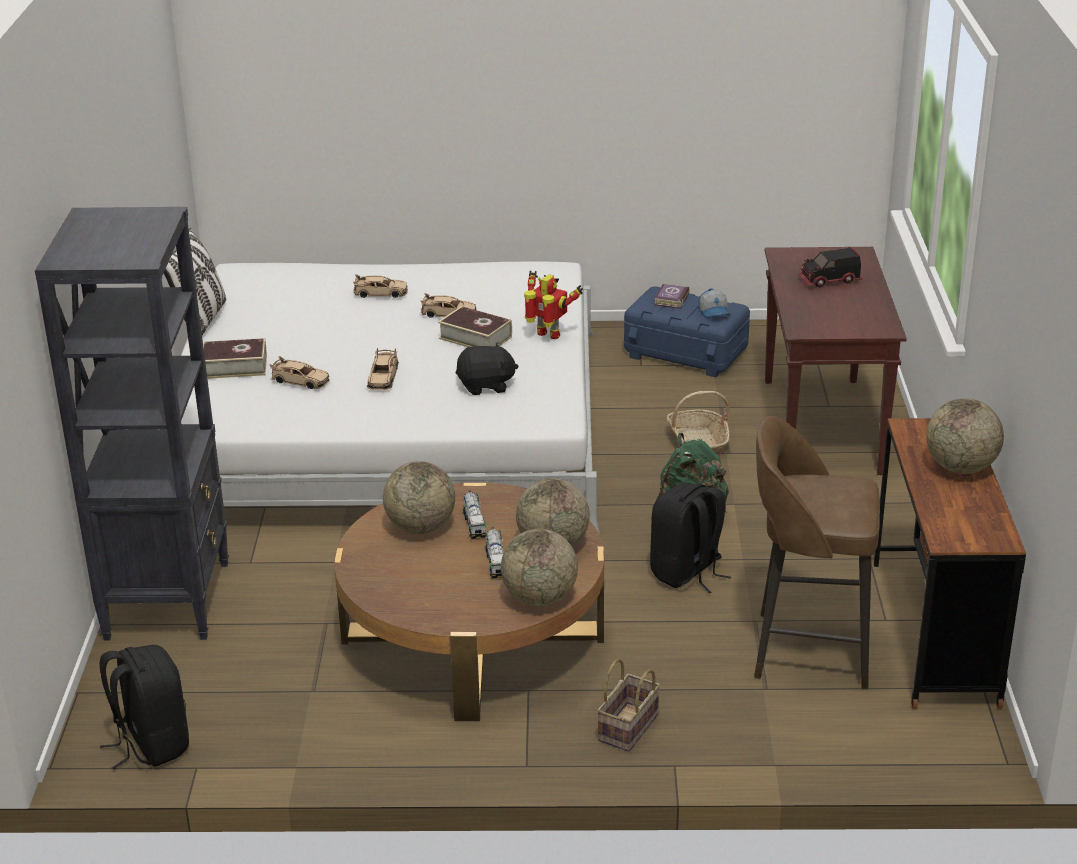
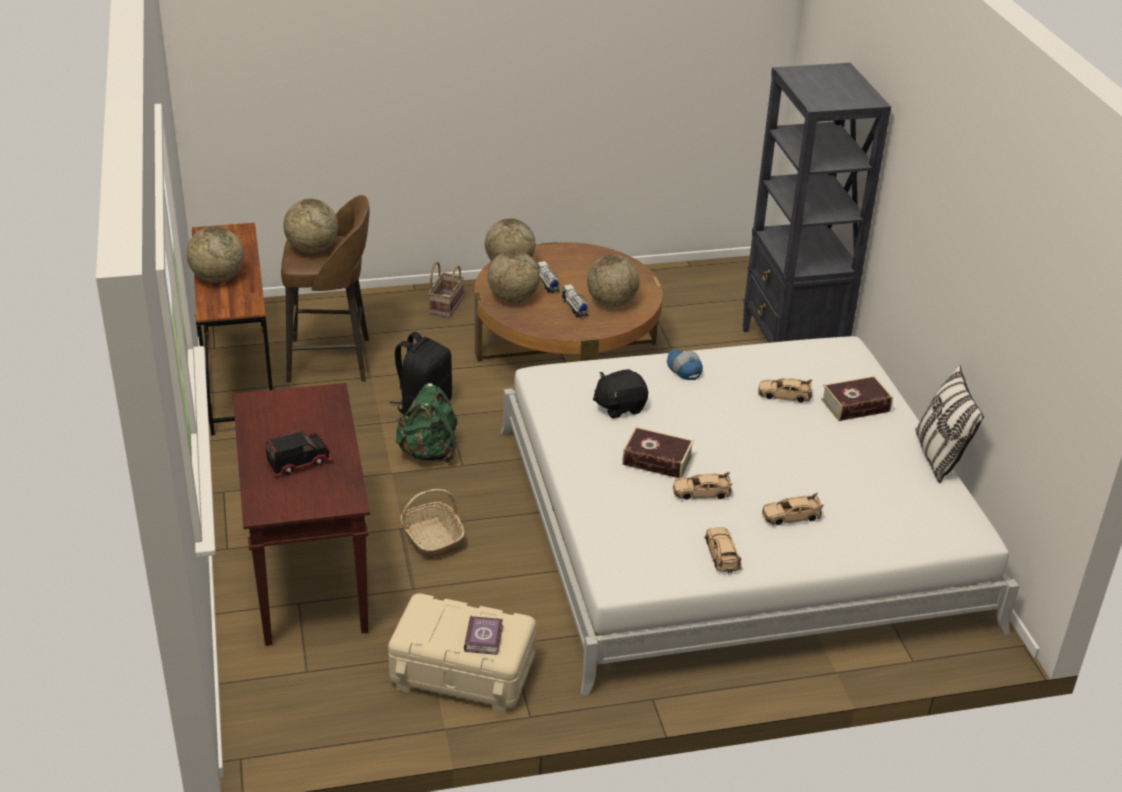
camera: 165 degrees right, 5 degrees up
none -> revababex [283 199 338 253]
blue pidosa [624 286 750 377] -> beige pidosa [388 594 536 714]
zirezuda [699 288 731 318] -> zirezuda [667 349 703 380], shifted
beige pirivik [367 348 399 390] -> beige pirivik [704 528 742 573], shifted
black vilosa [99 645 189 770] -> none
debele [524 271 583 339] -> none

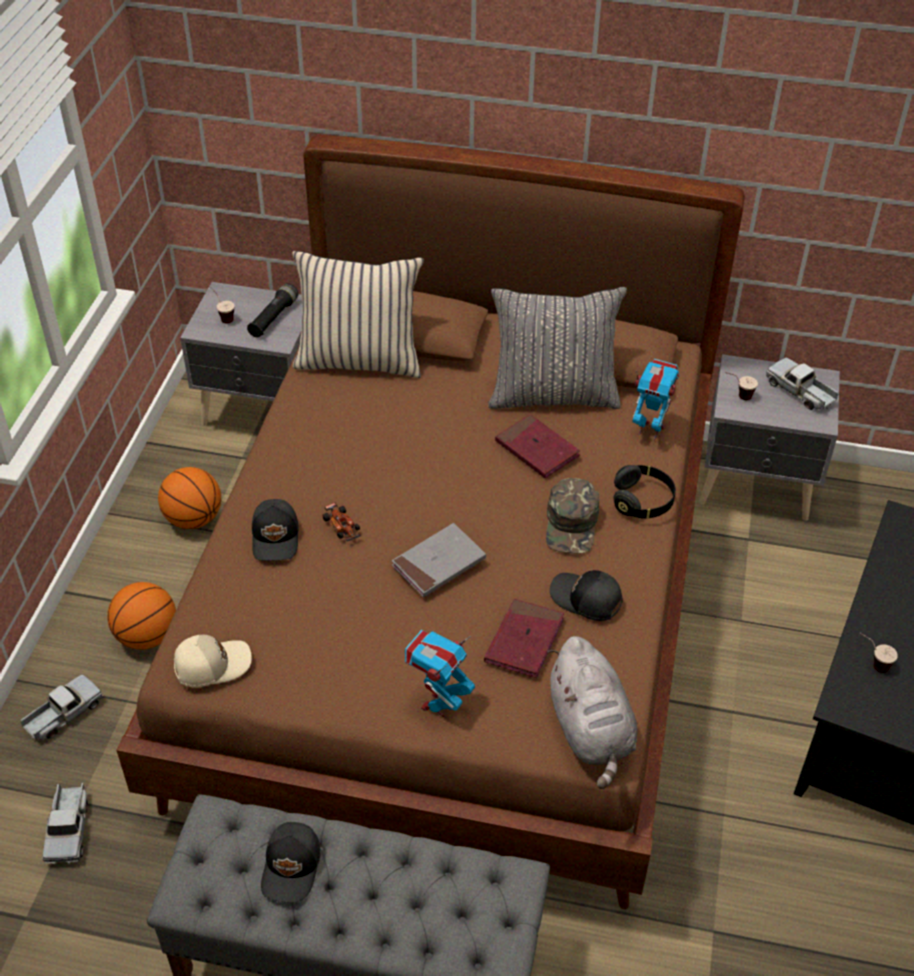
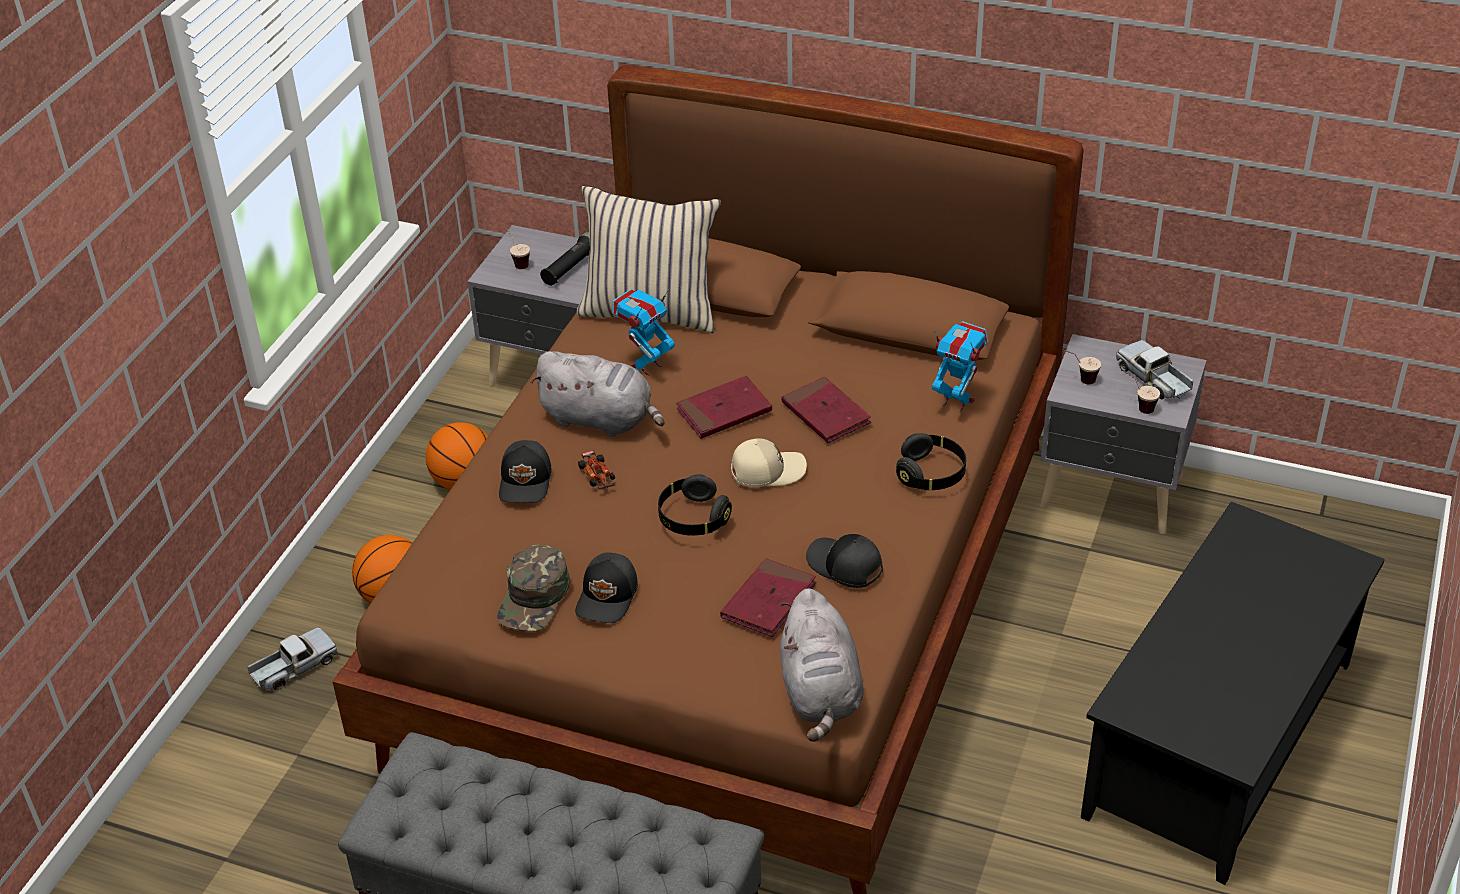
camera: 10 degrees right, 5 degrees down
green zirezuda [546 478 599 554] -> green zirezuda [497 545 570 631], shifted
none -> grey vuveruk [531 351 664 437]
black zirezuda [261 822 321 903] -> black zirezuda [575 552 638 623], shifted
debele [405 630 475 718] -> debele [612 289 675 375], shifted
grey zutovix [392 523 486 598] -> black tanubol [658 474 732 536]
none -> red zutovix [676 376 772 439]
beige zirezuda [174 635 252 688] -> beige zirezuda [731 438 807 487], shifted
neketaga [859 633 898 673] -> neketaga [1124 371 1160 414], shifted
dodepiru [42 782 88 865] -> none
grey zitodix [488 287 627 409] -> none

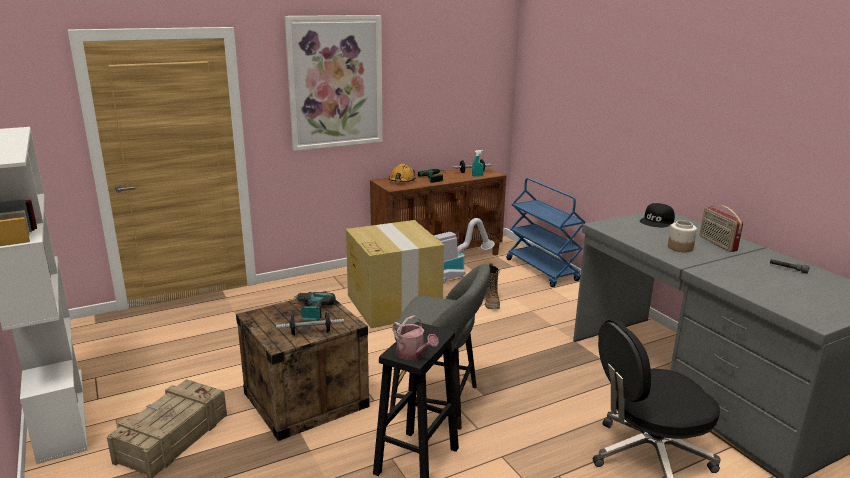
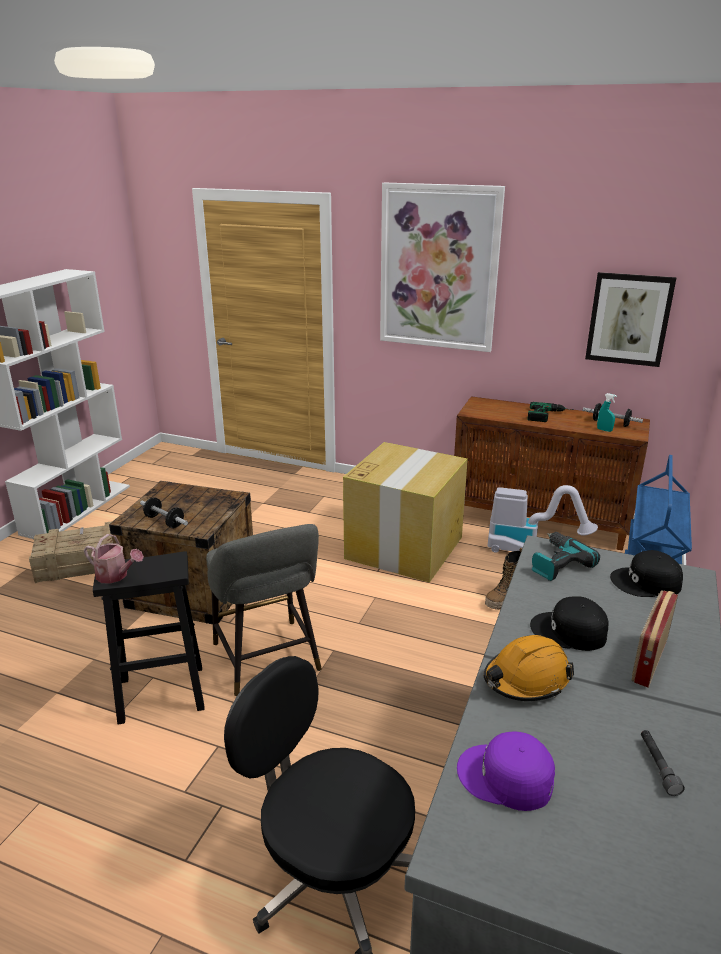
camera: 50 degrees right, 5 degrees up
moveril [392 315 439 360] -> moveril [84 534 144 584], 75 degrees counterclockwise
none -> purple zirezuda [457 732 555 811]
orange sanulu [389 164 416 182] -> orange sanulu [483 635 574 701], shifted
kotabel [668 220 697 252] -> black zirezuda [530 596 609 651]
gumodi [294 292 336 321] -> gumodi [532 532 600 581], shifted
none -> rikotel [585 272 676 367]

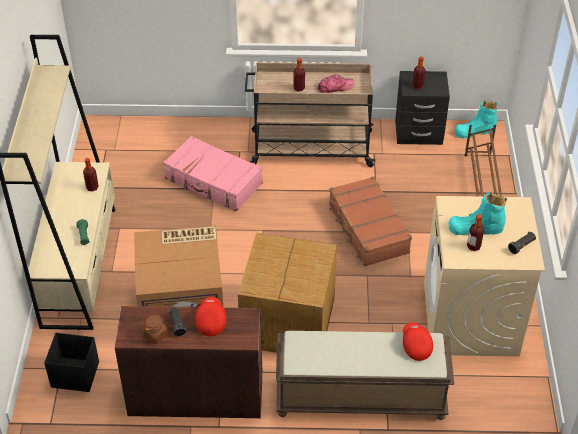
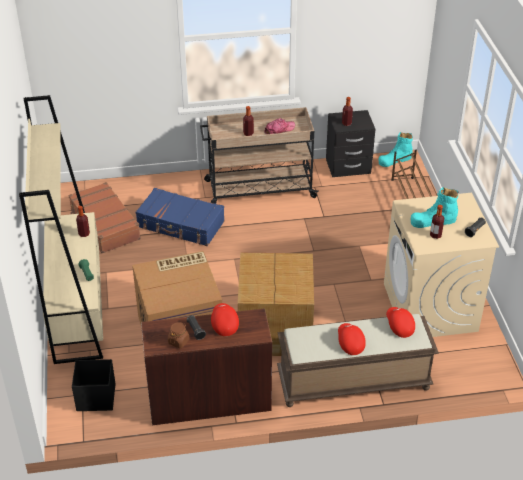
camera: 10 degrees left, 5 degrees down
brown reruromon [329 176 412 266] -> brown reruromon [69 182 141 253], shifted
pink reruromon [163 136 263 211] -> blue reruromon [136 188 225 246]
none -> red zirezuda [338 323 366 355]

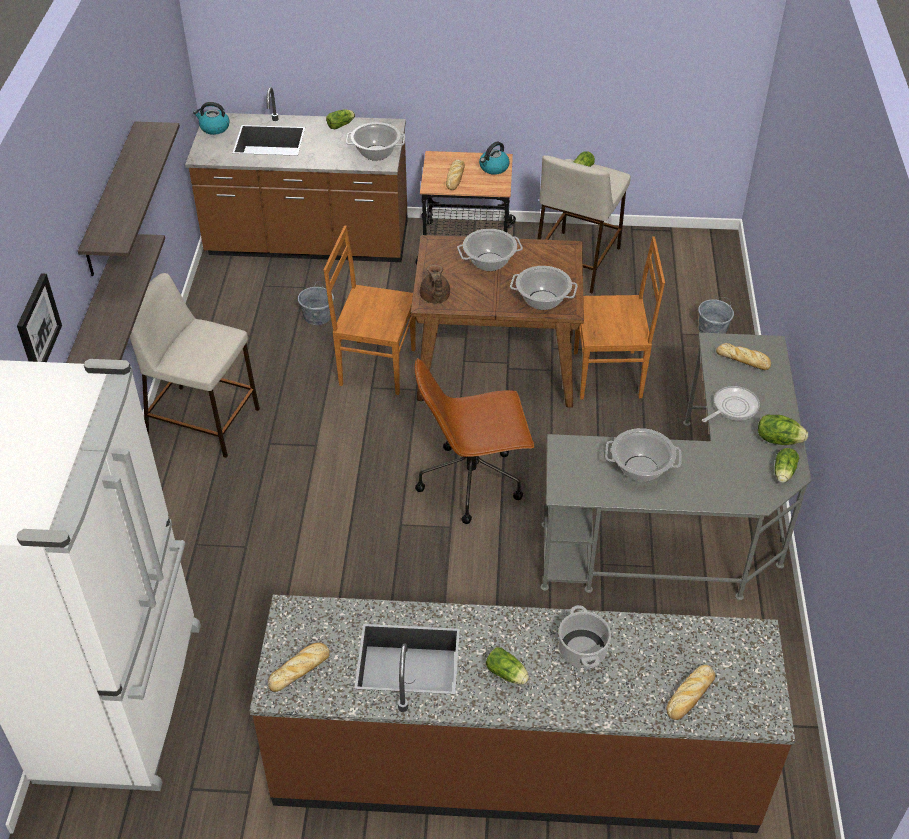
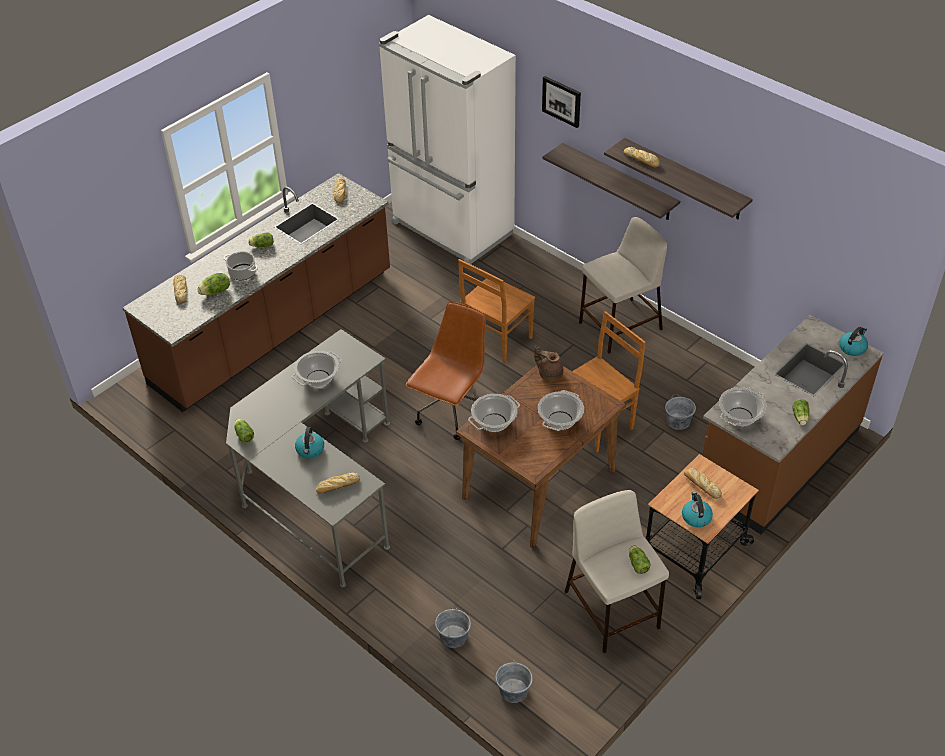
camera: 130 degrees right, 0 degrees up
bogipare [758 415 808 445] -> bogipare [197 273 230 295], shifted
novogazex [702 386 760 422] -> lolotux [295 427 324 458]
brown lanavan [574 236 665 399] -> brown lanavan [458 259 535 364], shifted
none -> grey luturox [495 660 533 703]
none -> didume [624 147 660 168]

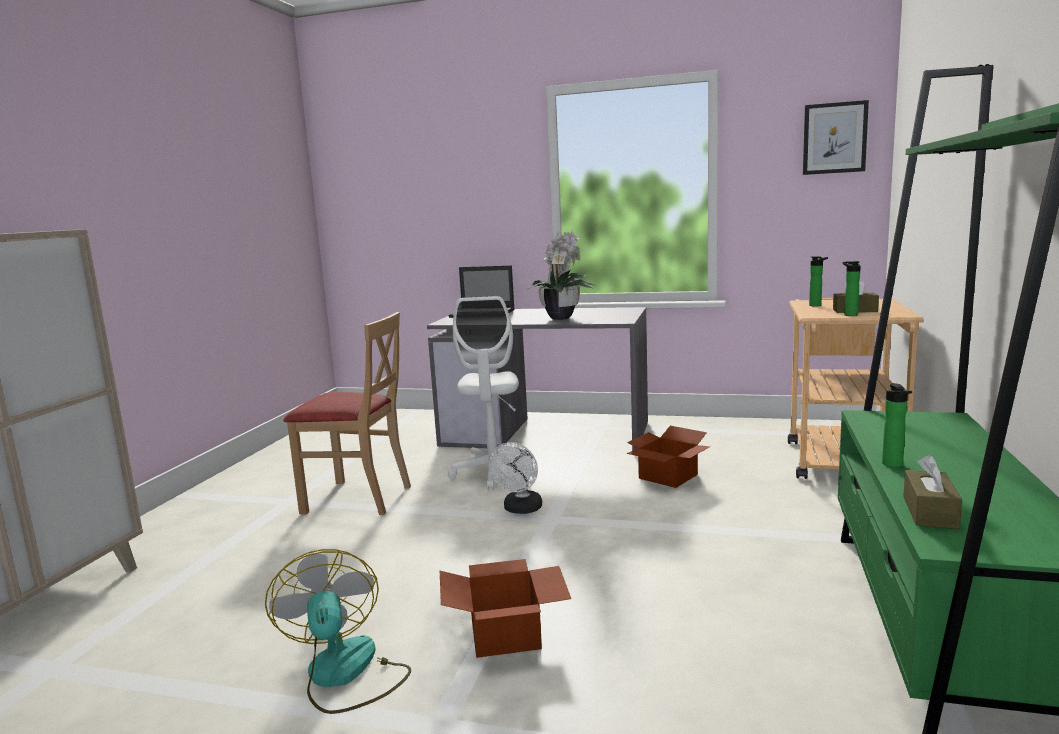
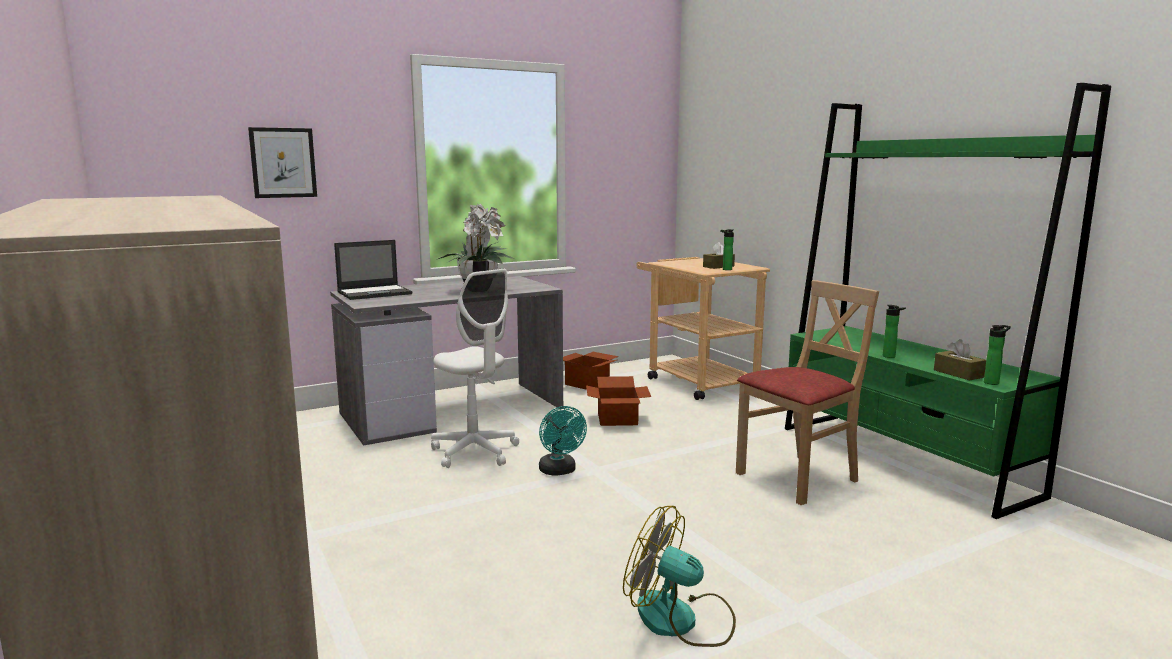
camera: 45 degrees left, 0 degrees up
rikotel [803 100 869 175] -> rikotel [248 127 317 198], shifted
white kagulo [489 442 542 514] -> turquoise kagulo [539 406 587 476]
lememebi [440 559 571 658] -> lememebi [563 352 619 390], shifted
beige lanavan [283 312 411 515] -> beige lanavan [736 280 879 505], shifted
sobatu [809 256 828 307] -> sobatu [984 325 1011 385], shifted

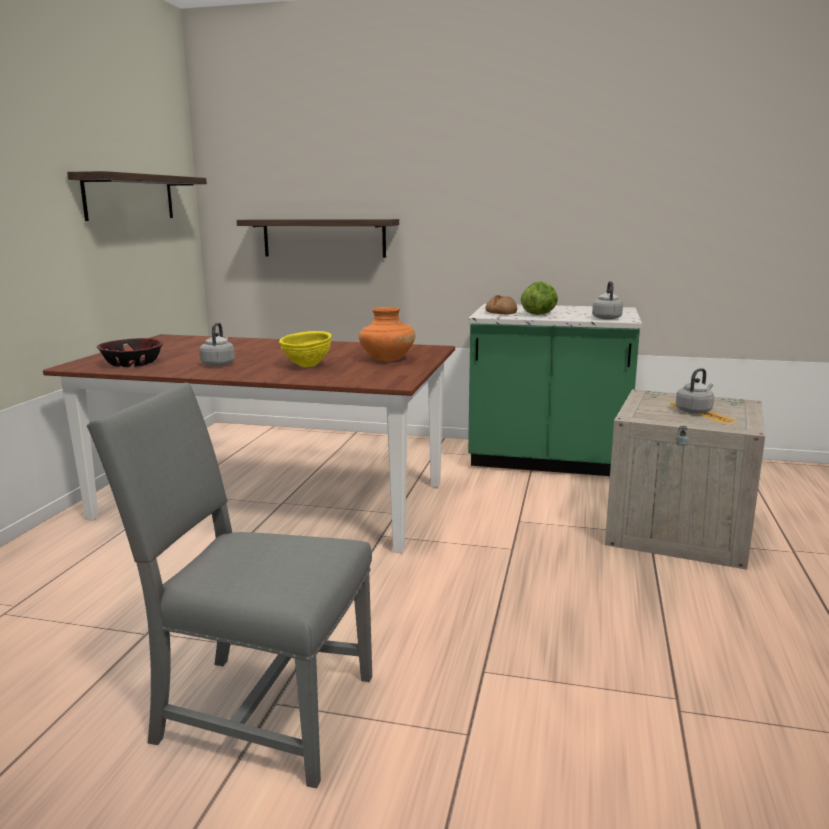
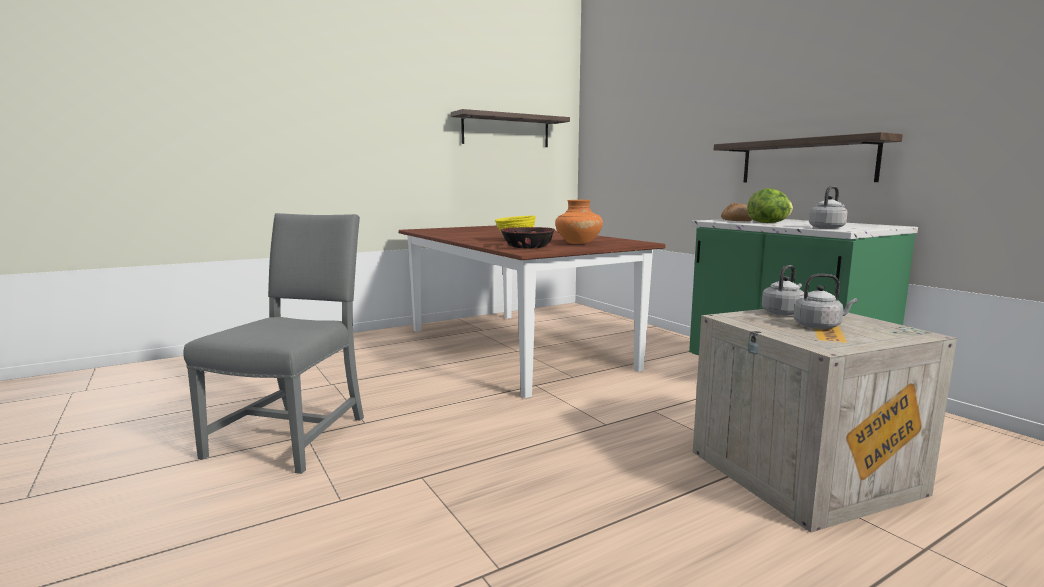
camera: 45 degrees right, 5 degrees down
grey lanavan [87 383 372 788] -> grey lanavan [183 213 364 474], 45 degrees clockwise
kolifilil [97 338 163 367] -> kolifilil [501 227 555 249], shifted
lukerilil [237 219 399 258] -> lukerilil [714 132 903 182], shifted
grey lolotux [199 322 235 366] -> grey lolotux [762 265 804 315], shifted

